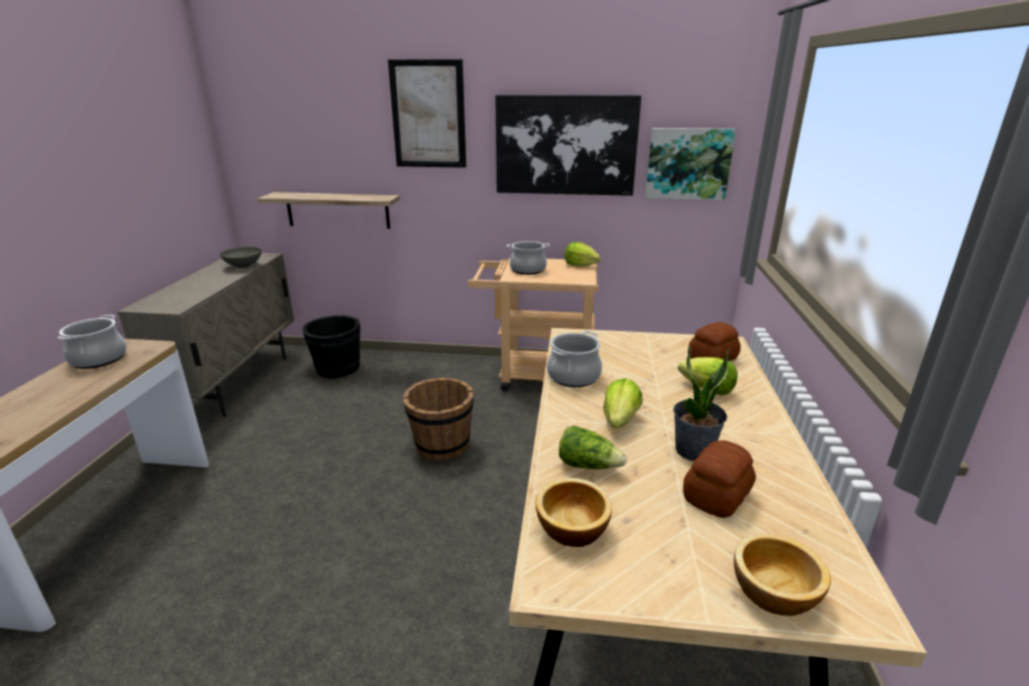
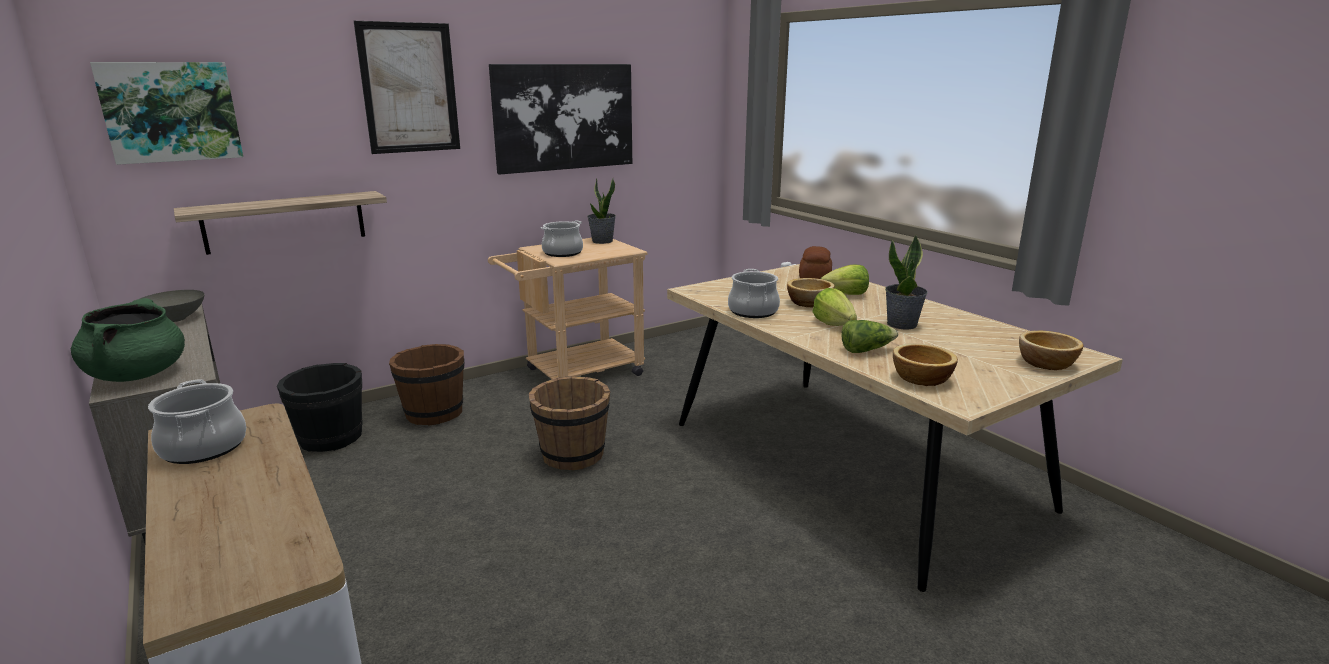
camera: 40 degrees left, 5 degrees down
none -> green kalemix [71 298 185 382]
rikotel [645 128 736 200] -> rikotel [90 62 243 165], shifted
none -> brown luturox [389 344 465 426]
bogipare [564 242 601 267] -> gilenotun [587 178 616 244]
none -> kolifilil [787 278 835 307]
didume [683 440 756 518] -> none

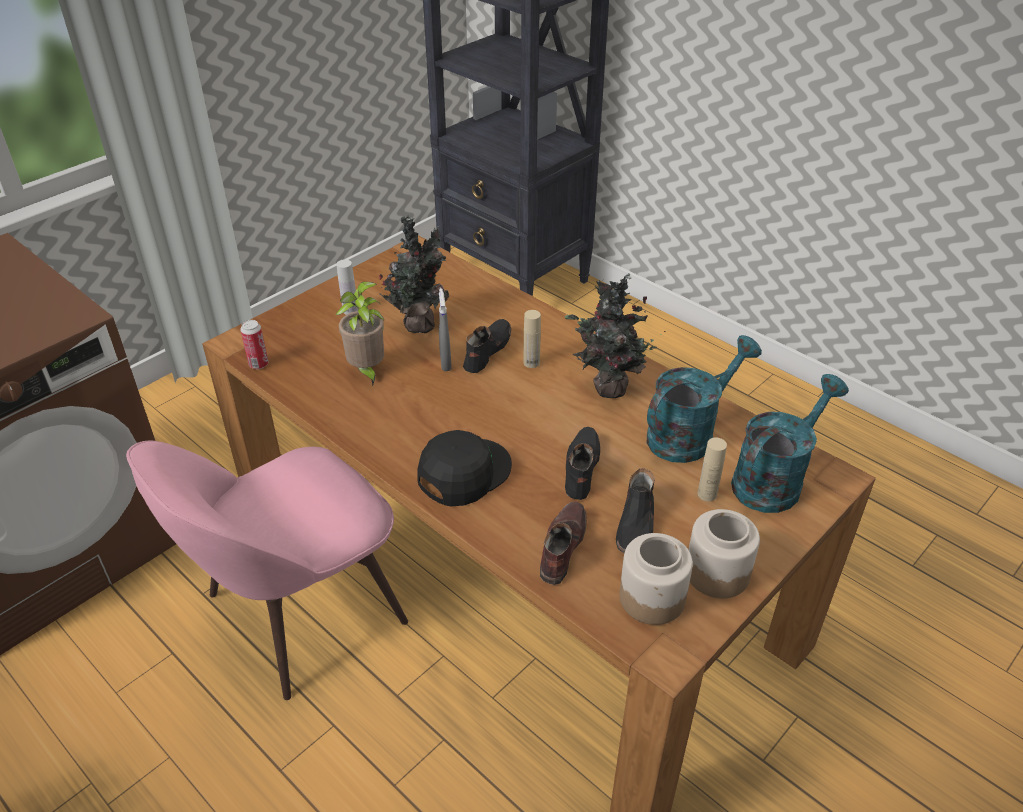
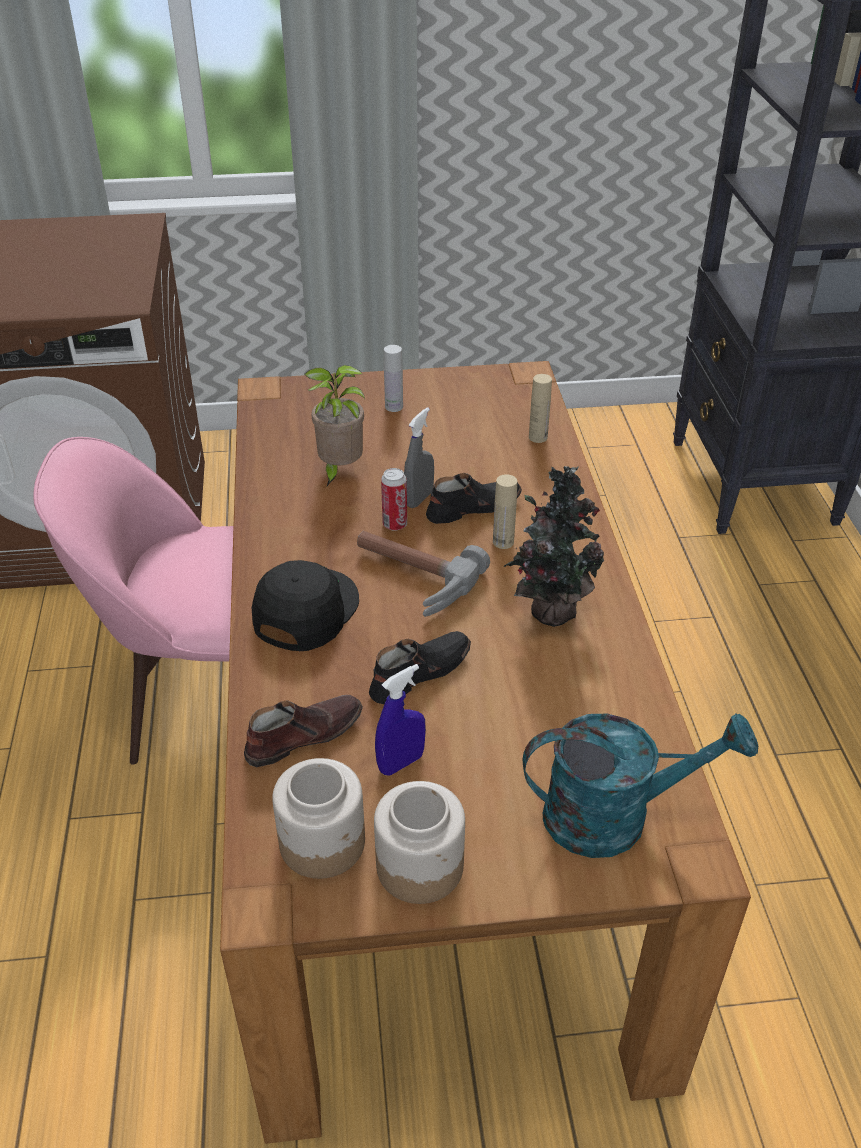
camera: 40 degrees right, 0 degrees up
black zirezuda [417 430 512 506] -> black zirezuda [252 560 359 651], 60 degrees counterclockwise
none -> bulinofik [357 531 490 617]
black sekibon [616 468 655 553] -> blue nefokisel [375 664 426 775]
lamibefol [240 320 269 369] -> lamibefol [381 468 407 531], shifted
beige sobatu [698 437 727 501] -> beige sobatu [529 374 552 443], shifted
gilenotun [379 215 449 334] -> none
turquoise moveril [647 335 762 463] -> none

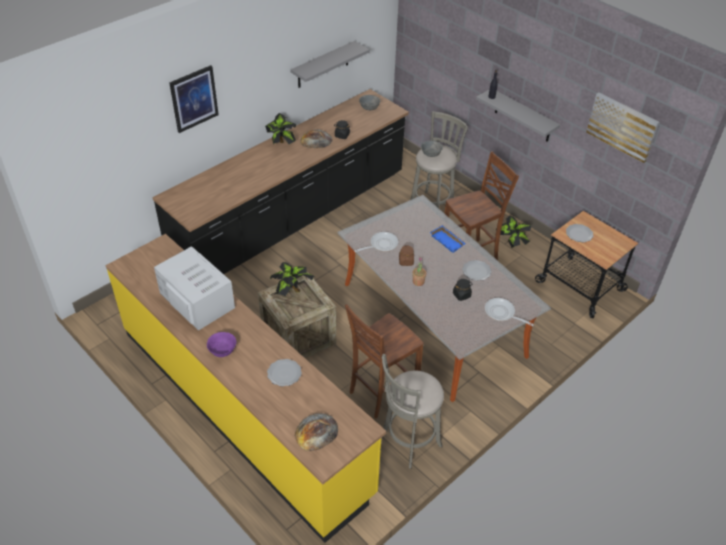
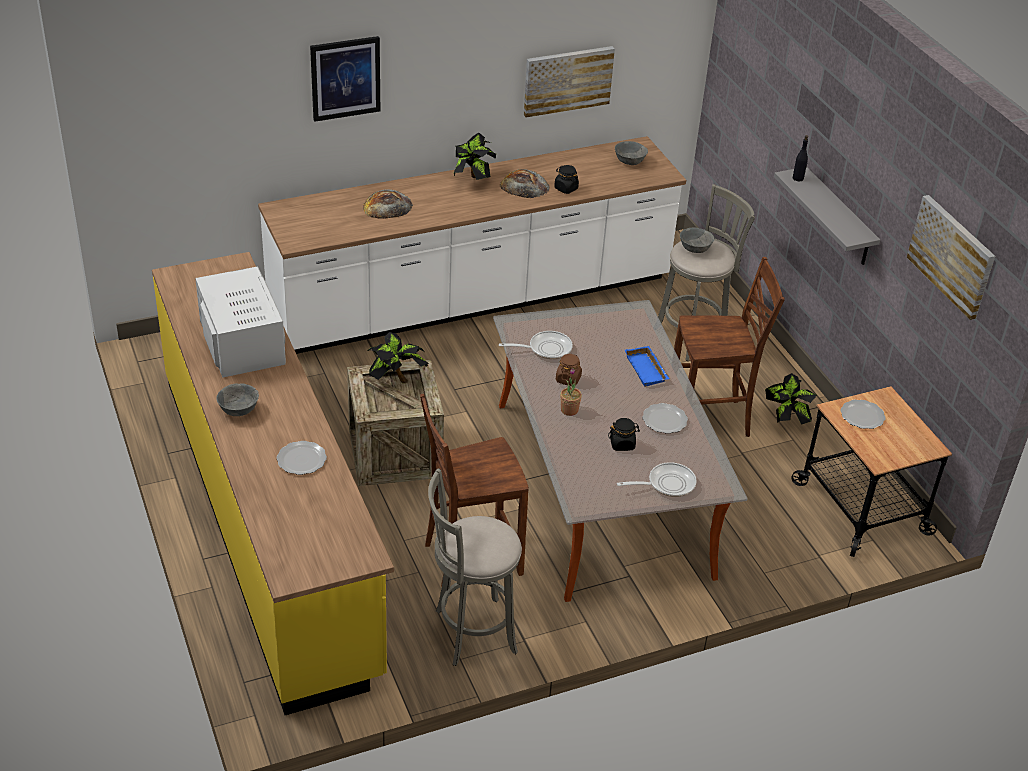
camera: 20 degrees right, 5 degrees down
purple kolifilil [207 332 236 357] -> grey kolifilil [216 383 259 416]
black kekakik [152 89 409 274] -> white kekakik [258 136 686 354]
didume [295 413 338 451] -> didume [363 189 413 219], shifted
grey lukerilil [291 41 370 88] -> rikotel [524 46 615 118]
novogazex [485 298 534 326] -> novogazex [617 462 697 497], 105 degrees clockwise

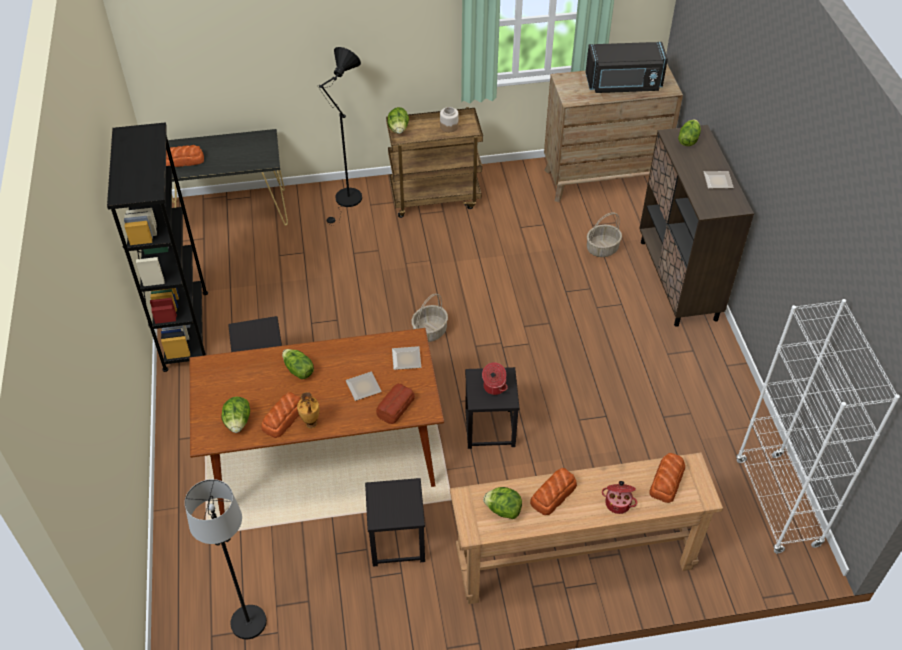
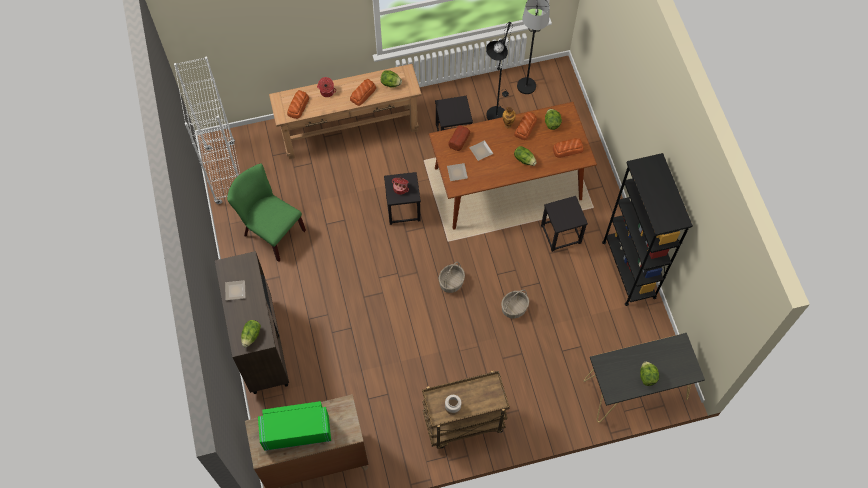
camera: 175 degrees right, 15 degrees up
none -> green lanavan [227 163 306 262]
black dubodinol [586 42 668 93] -> green dubodinol [258 401 331 451]
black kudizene [318 47 362 226] -> black kudizene [486 22 513 120], shifted
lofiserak [587 212 622 257] -> lofiserak [501 289 529 319], shifted
didume [166 145 204 167] -> didume [553 138 584 158], shifted
bogipare [387 107 409 134] -> bogipare [640 362 659 386], shifted

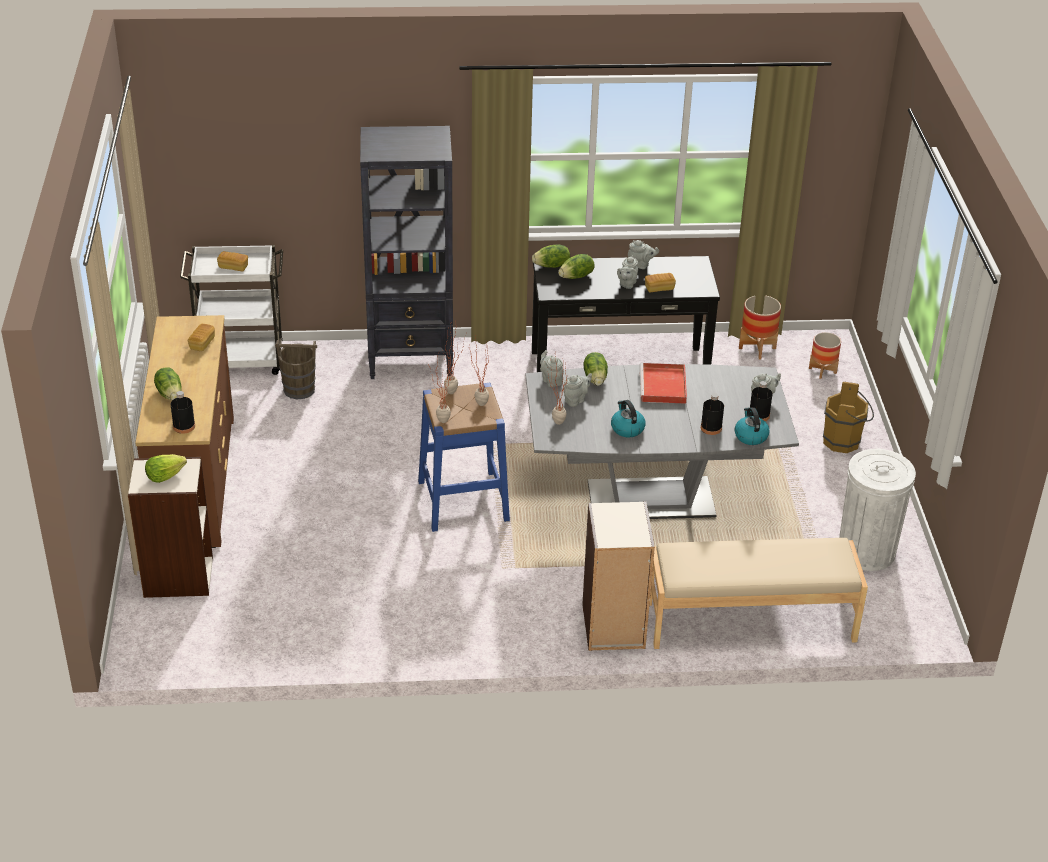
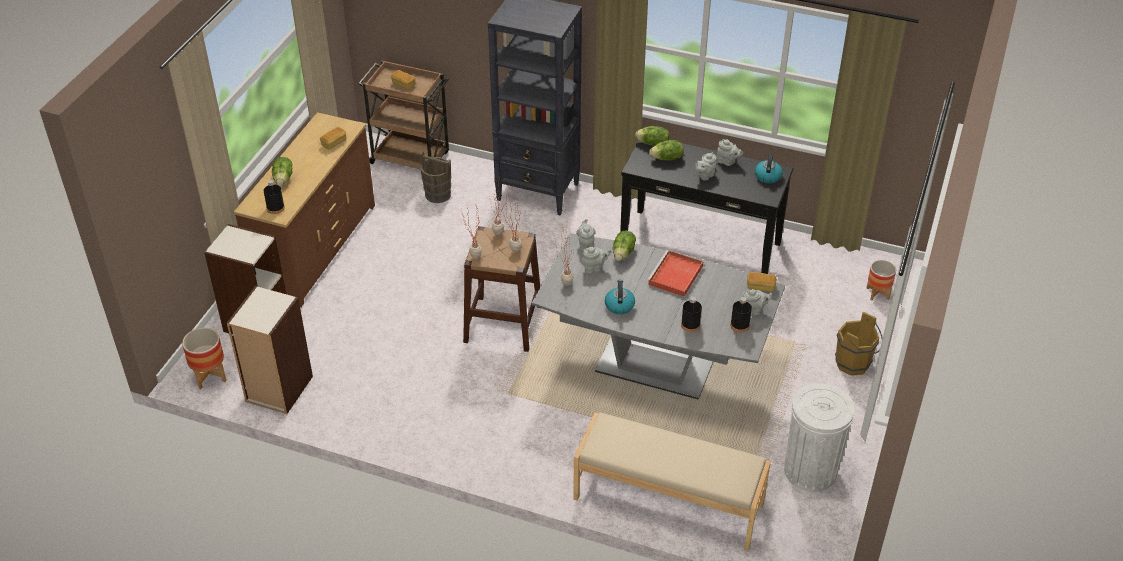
camera: 25 degrees right, 5 degrees up
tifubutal [739 295 781 359] -> tifubutal [182 328 227 389], shifted
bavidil [582 501 655 651] -> bavidil [227 286 313 414], shifted
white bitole [180 245 283 375] -> brown bitole [358 60 449 169]
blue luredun [418 383 510 532] -> brown luredun [463 226 540 352]
didume [645 273 676 292] -> didume [747 272 777 292], shifted
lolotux [735 407 770 445] -> lolotux [755 153 782 184], shifted
bogipare [145 454 187 483] -> none

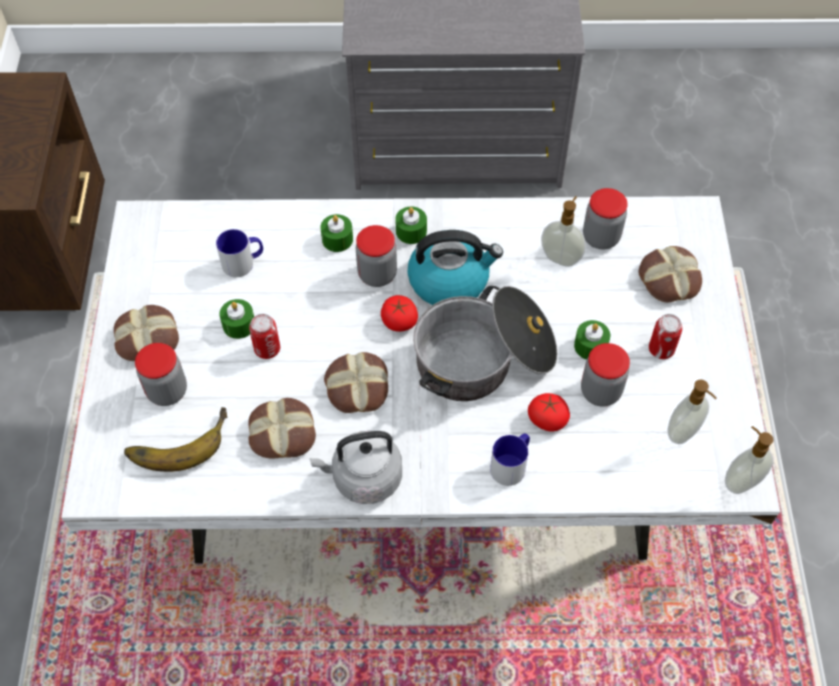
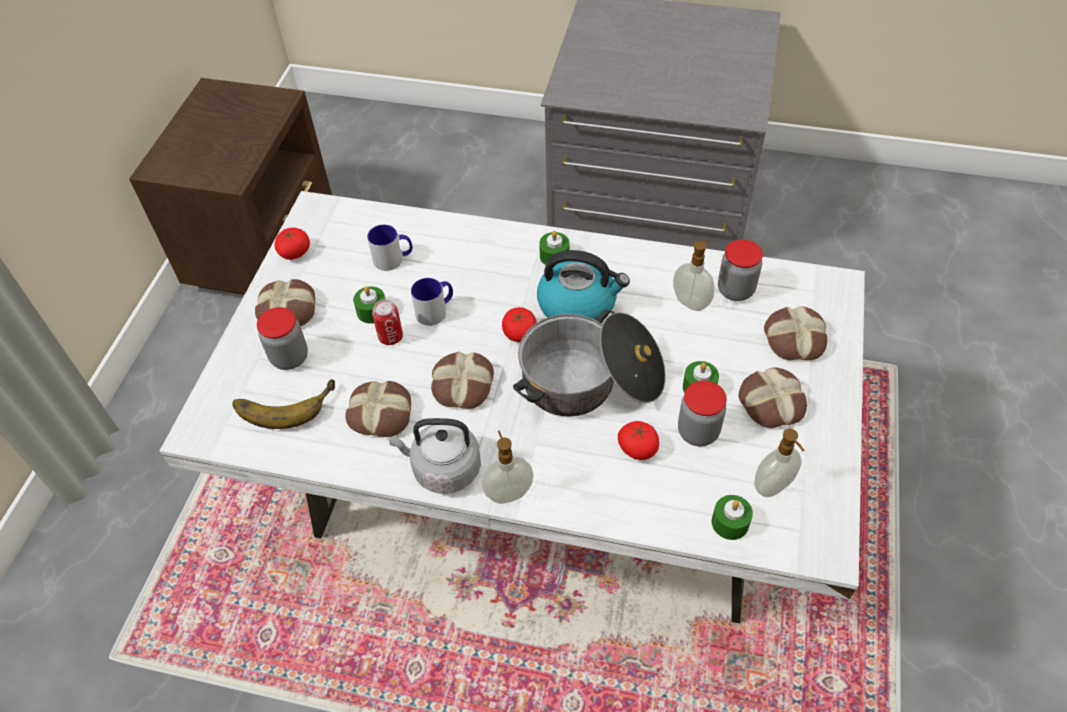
camera: 15 degrees right, 5 degrees down
none -> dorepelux [275 228 310 260]
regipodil [490 433 530 486] -> regipodil [411 278 453 326], shifted
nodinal [725 426 774 494] -> nodinal [482 430 534 504], shifted
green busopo [320 214 353 252] -> green busopo [712 495 753 540], shifted
lamibefol [649 314 682 359] -> didume [739 368 807 428]
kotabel [356 225 397 287] -> none

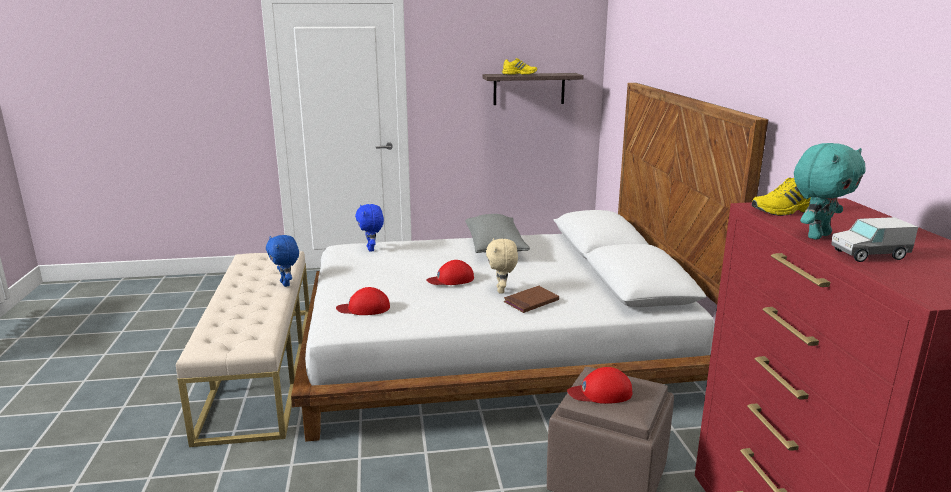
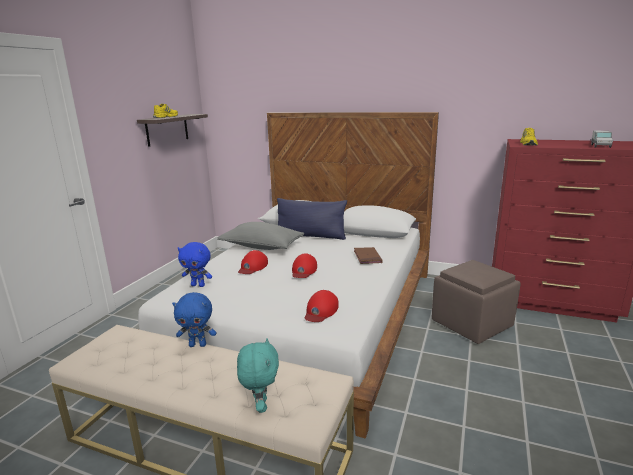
camera: 60 degrees left, 0 degrees up
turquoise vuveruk [794 143 865 240] -> turquoise vuveruk [237 338 279 413], shifted
red zirezuda [567 367 632 404] -> red zirezuda [238 250 268 274], shifted
none -> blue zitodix [277 198 347 240]
beige vuveruk [486 238 518 294] -> none

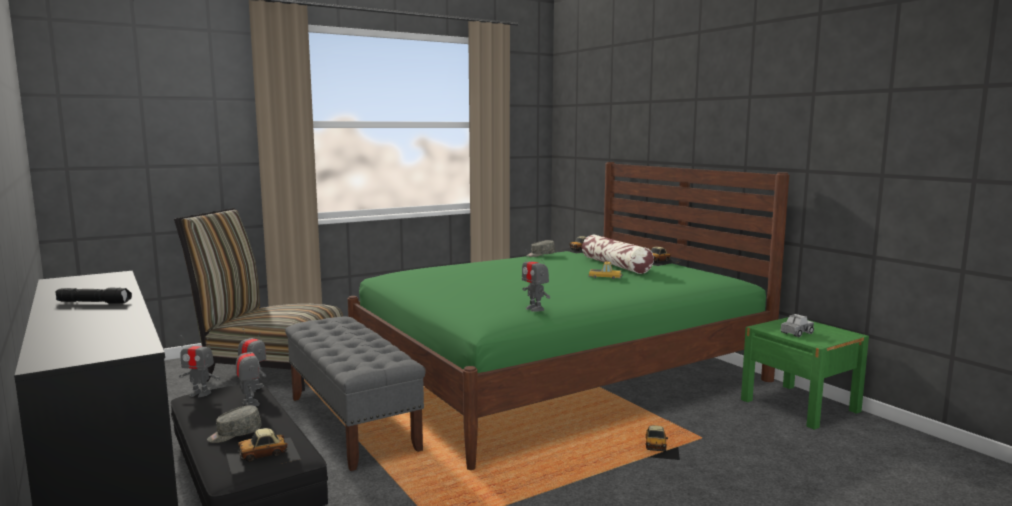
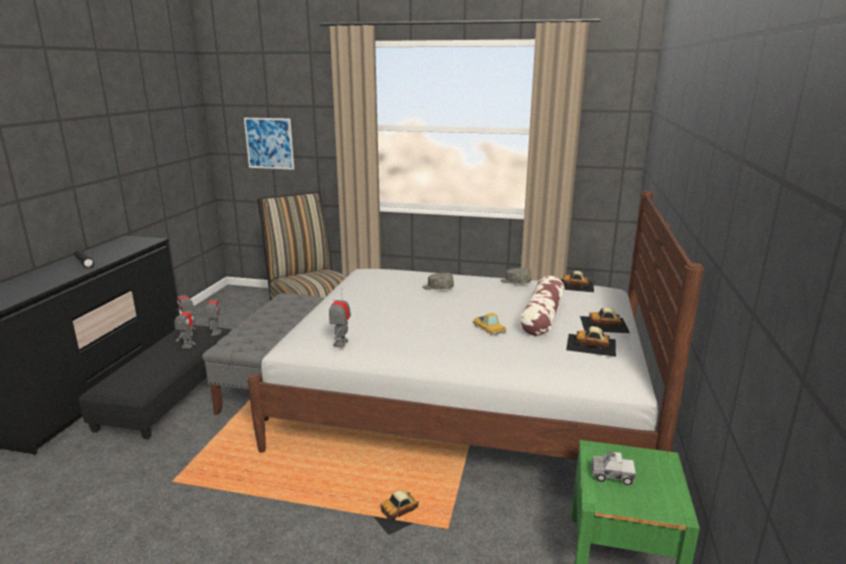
camera: 45 degrees right, 10 degrees up
none -> rikotel [244 118 294 170]
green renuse [348 162 789 470] -> white renuse [248 191 704 460]
grey zirezuda [207 405 262 443] -> grey zirezuda [422 273 454 290], shifted
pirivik [225 428 301 474] -> pirivik [566 326 616 357], shifted

